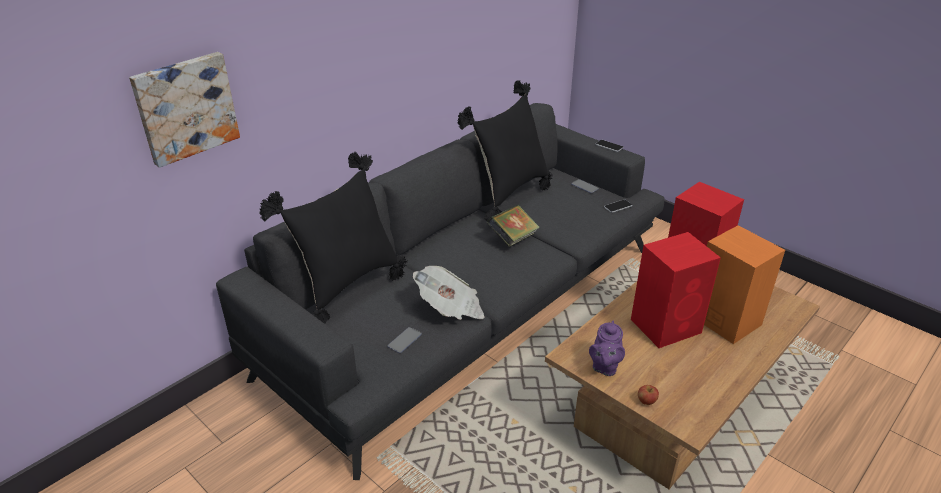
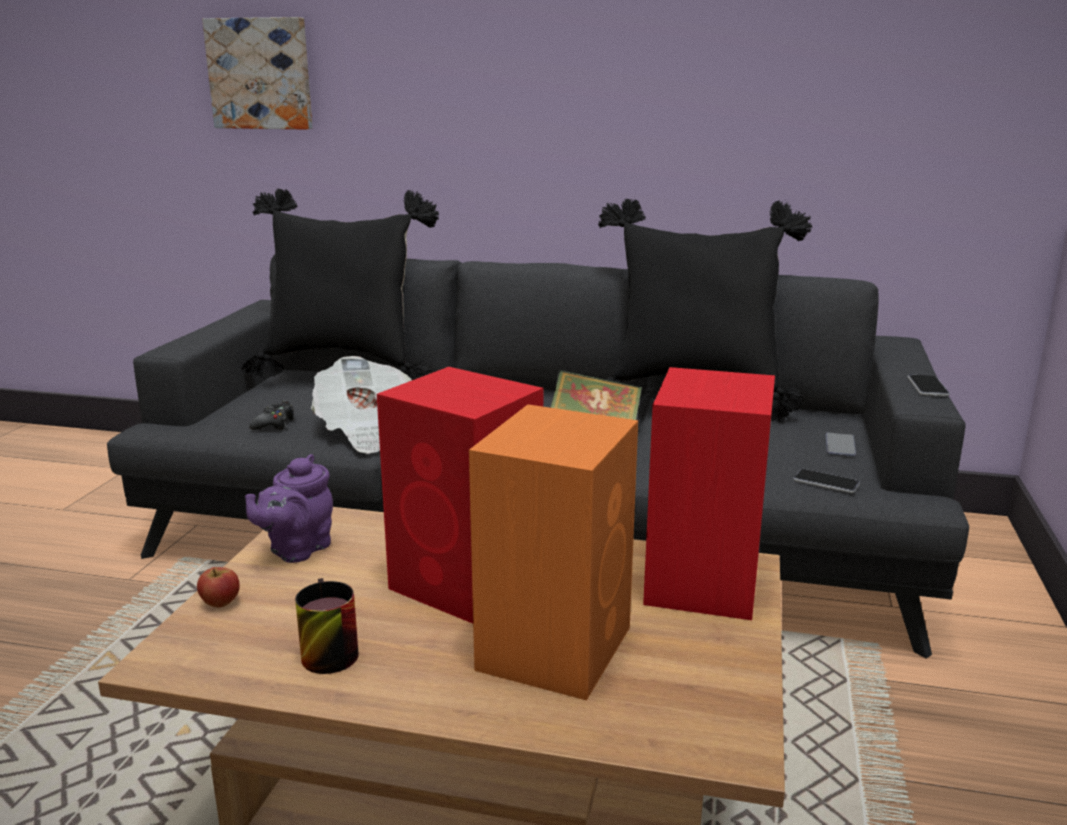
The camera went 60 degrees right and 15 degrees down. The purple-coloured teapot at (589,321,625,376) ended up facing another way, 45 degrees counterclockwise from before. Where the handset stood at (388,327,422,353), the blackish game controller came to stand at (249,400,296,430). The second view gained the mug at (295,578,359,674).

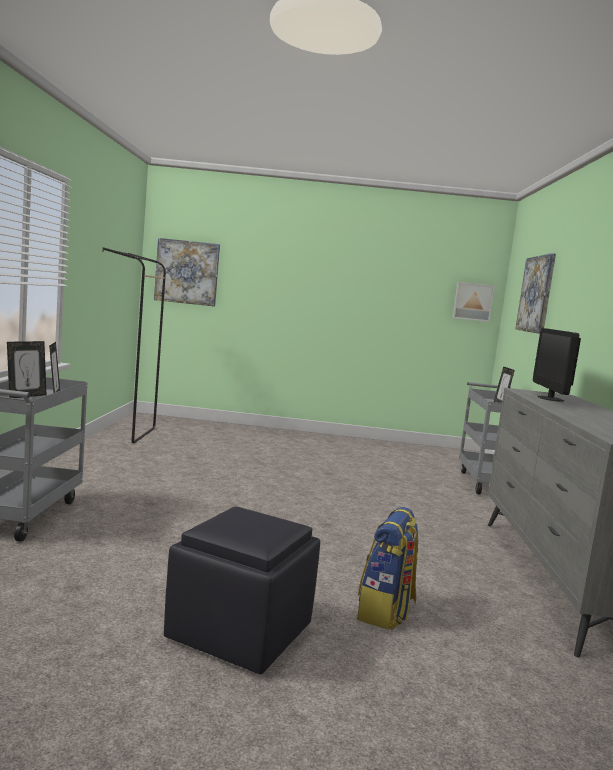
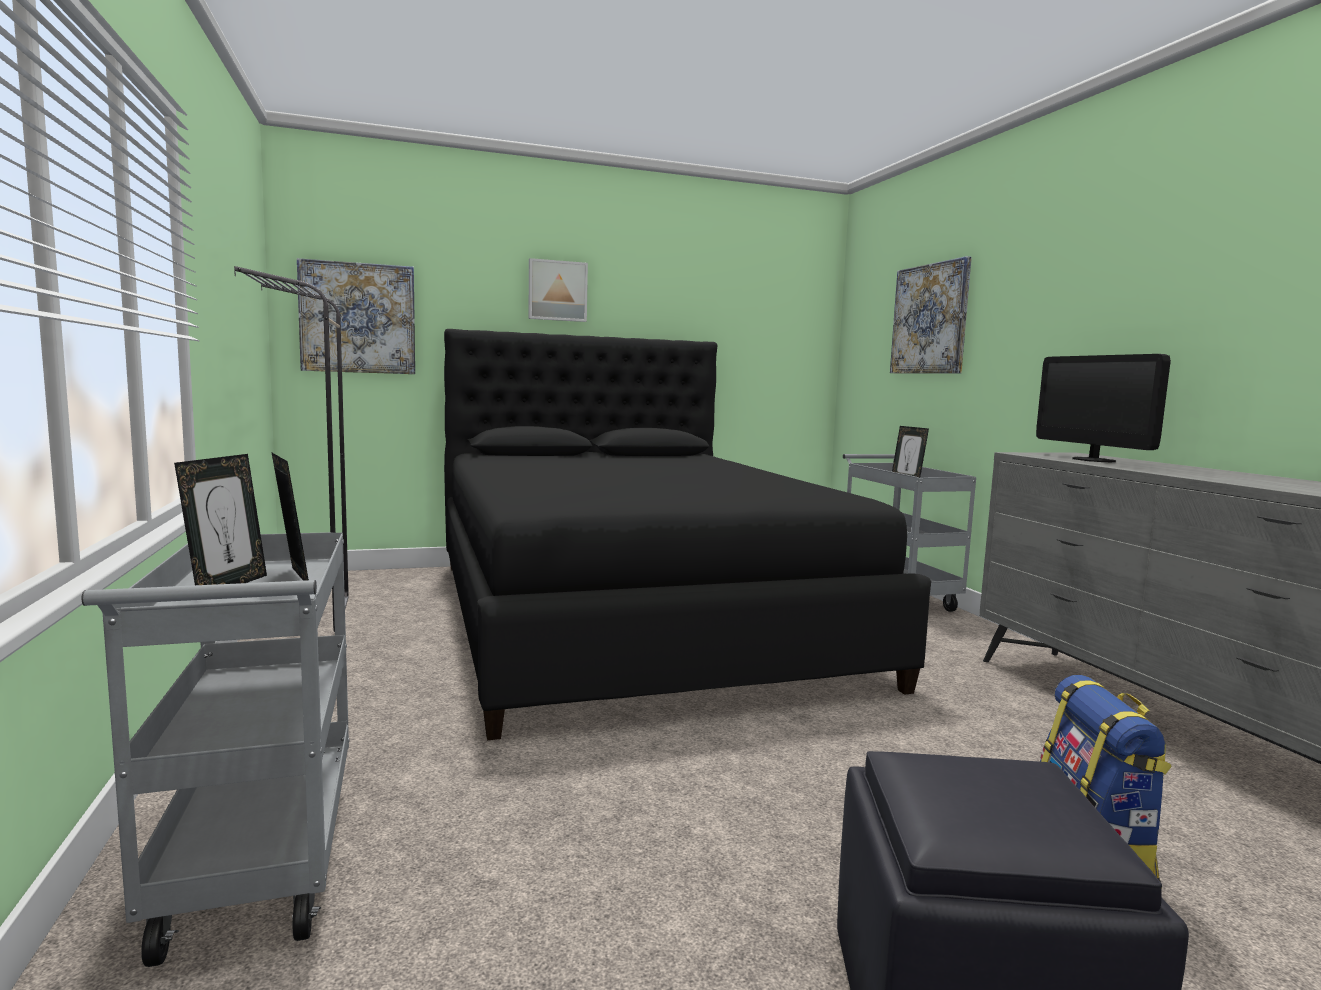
The camera went 20 degrees left and 0 degrees up. The picture ended up elsewhere, having gone from (453,282,495,322) to (528,258,588,322). The second view gained the blackish sleeping bed at (444,329,931,740).

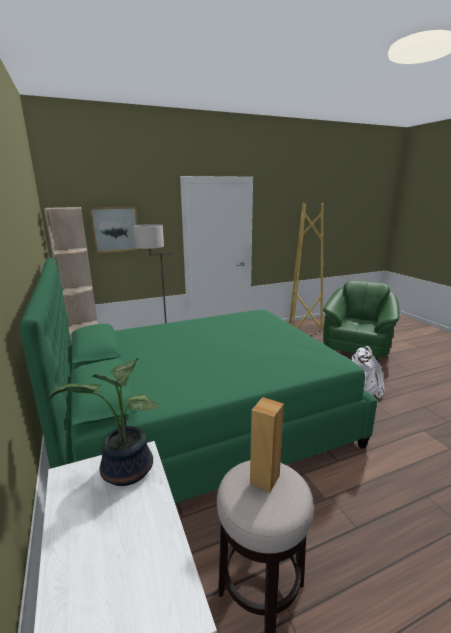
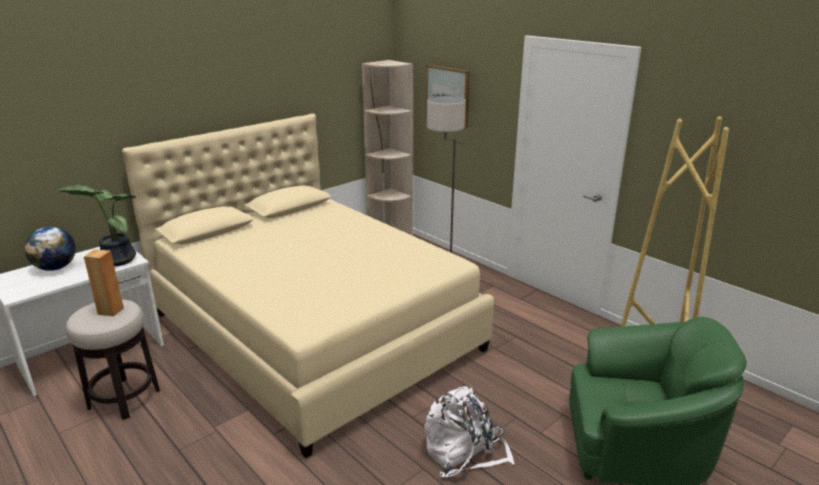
The camera went 70 degrees right and 5 degrees up. What was the green-coloured sleeping bed at (20,258,377,504) turned into the beige-coloured sleeping bed at (122,114,494,458). The second view gained the desk globe at (25,227,76,271).

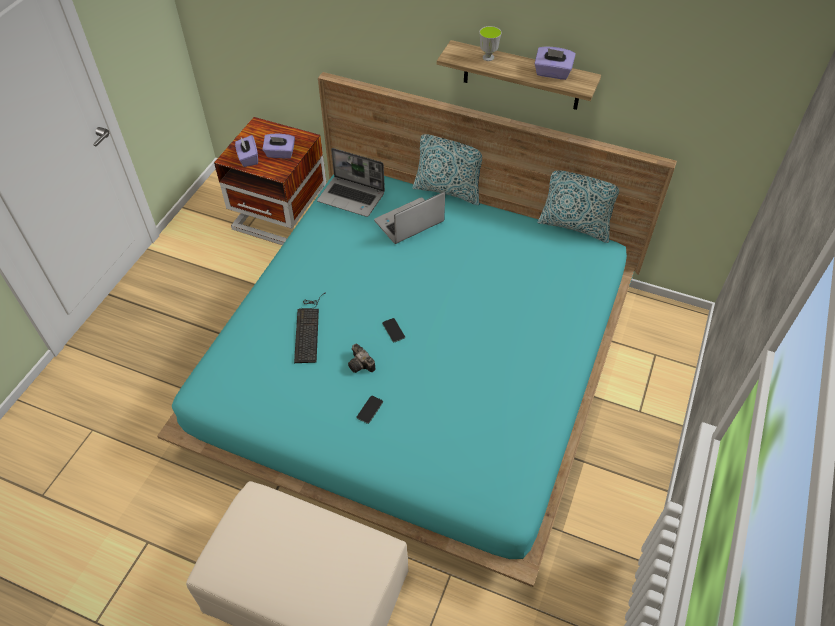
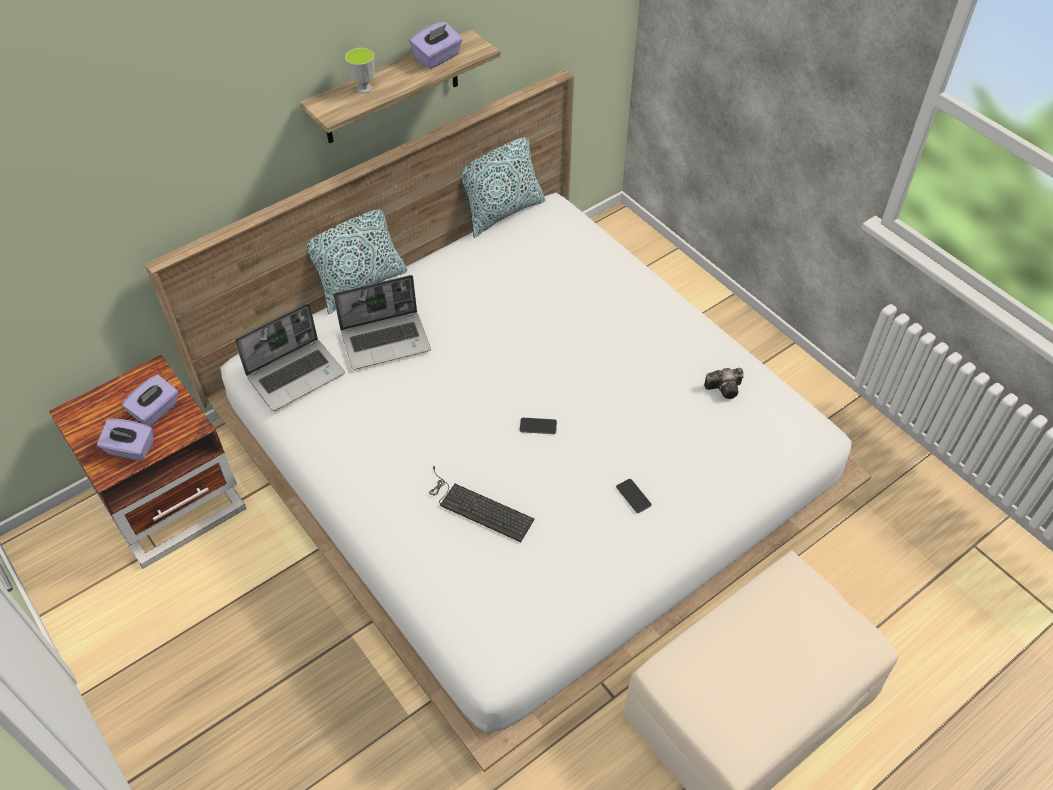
The camera went 60 degrees left and 0 degrees up. What was the blue-green sleeping bed at (157,72,677,587) turned into the white sleeping bed at (145,69,871,772). The portable computer at (374,192,445,244) ended up facing another way, 105 degrees counterclockwise from before. The still camera ended up elsewhere, having gone from (348,343,375,373) to (704,368,744,399).

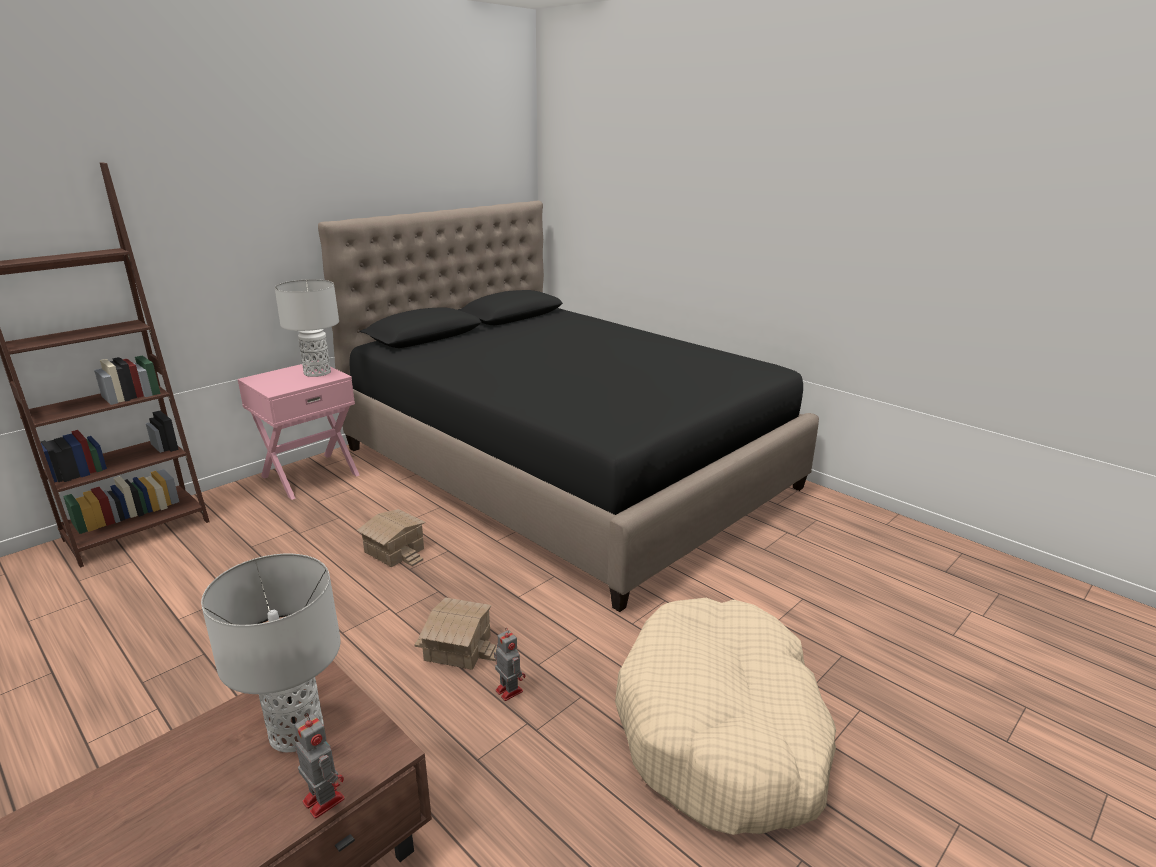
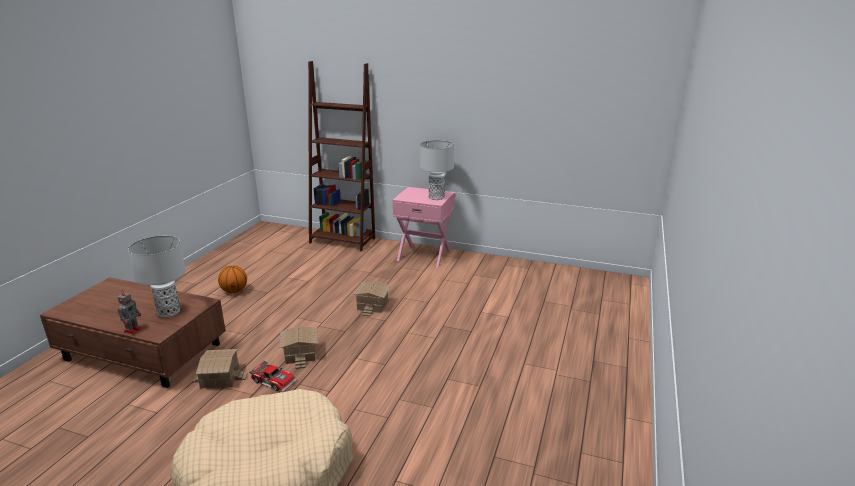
The camera went 65 degrees right and 0 degrees up. The second view lost the blackish sleeping bed at (318,201,819,612). Where the robot figure stood at (494,629,525,701), the miniature car came to stand at (249,361,297,392). The second view gained the ball for basketball at (218,265,247,293). The second view gained the miniature house at (192,349,248,389).

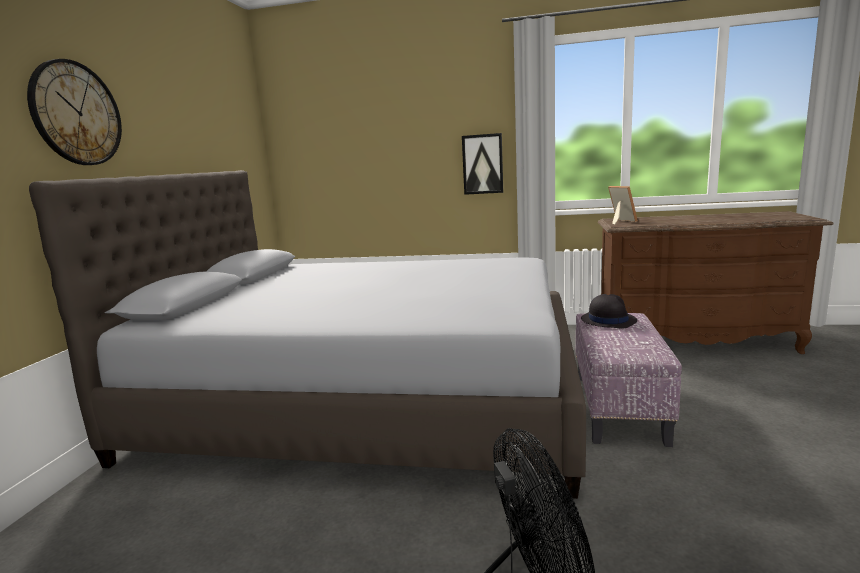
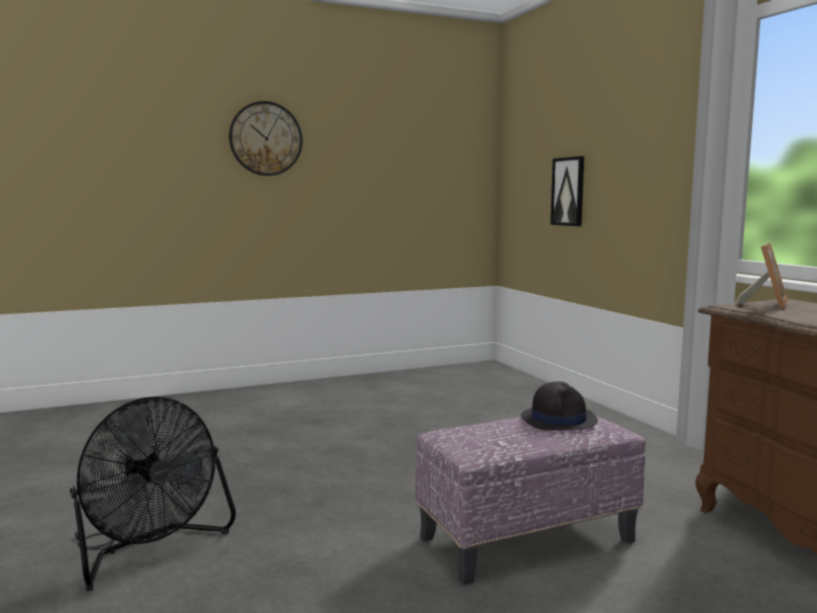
The camera went 55 degrees right and 5 degrees down. The picture ended up elsewhere, having gone from (462,133,503,195) to (550,156,584,226). The second view lost the greyish sleeping bed at (29,170,586,499).

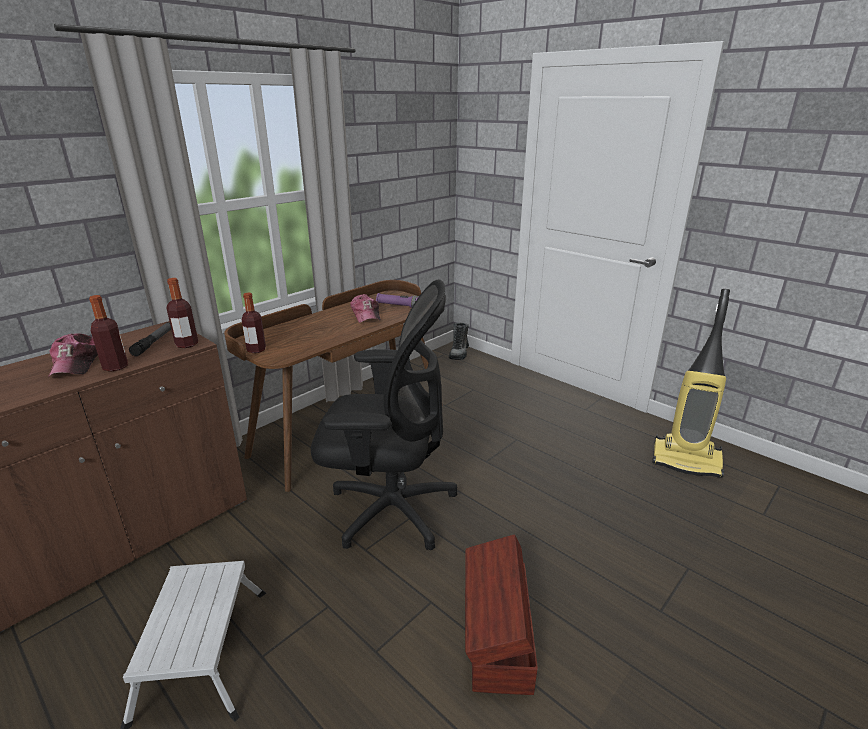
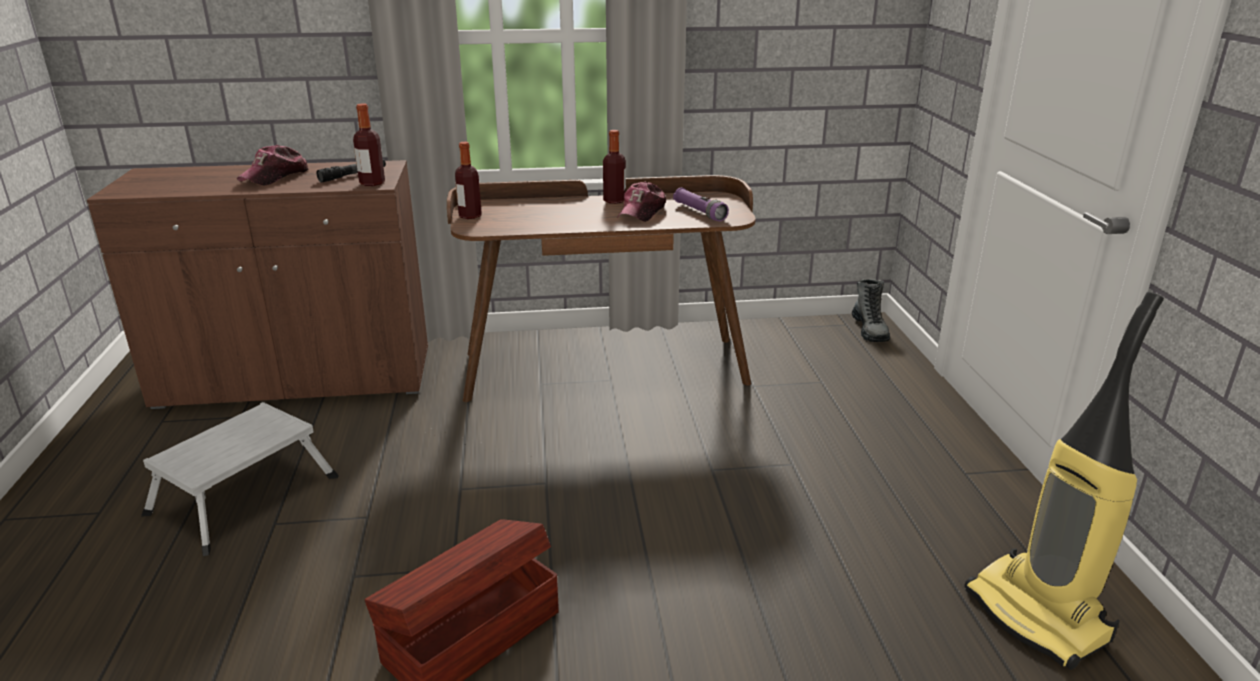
The camera went 40 degrees right and 0 degrees up. The second view lost the blackish desk chair at (311,280,457,550). The beverage bottle ended up elsewhere, having gone from (89,295,128,372) to (603,130,626,204). The boot at (449,323,469,360) ended up facing another way, 60 degrees counterclockwise from before.

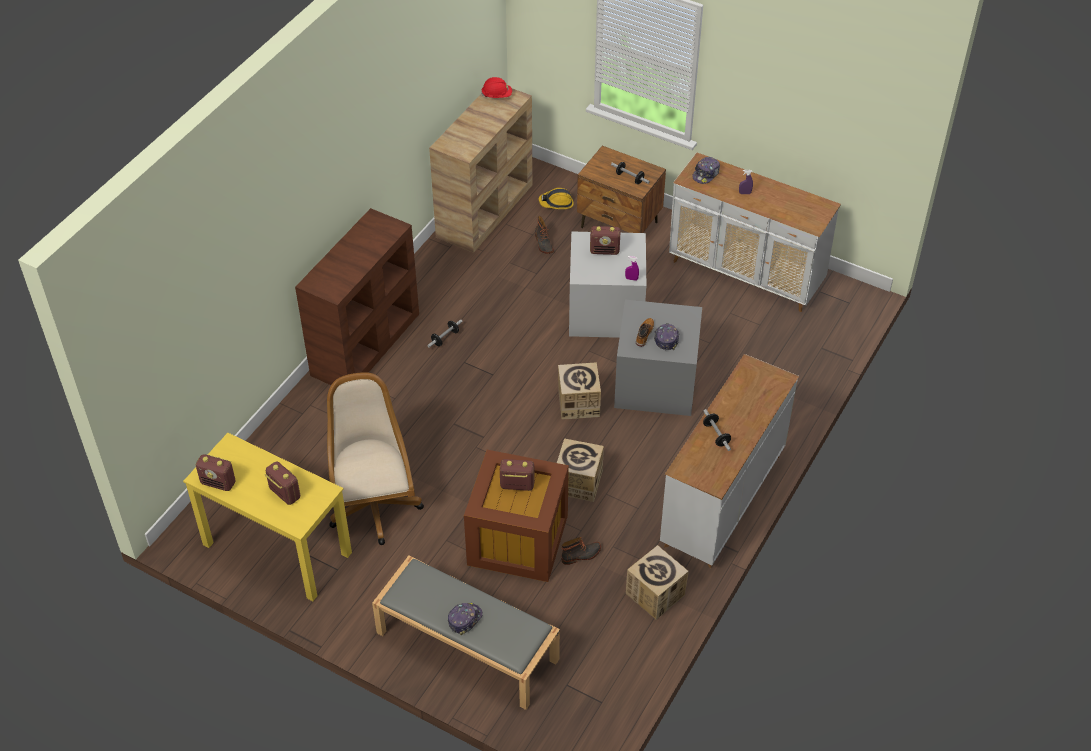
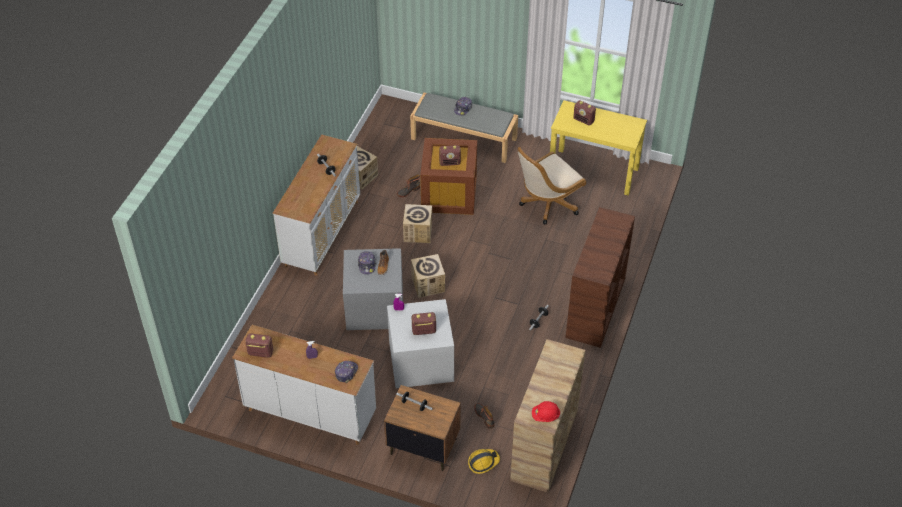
The camera went 170 degrees right and 0 degrees up. The desk chair at (327,372,424,545) ended up facing another way, 75 degrees clockwise from before. The radio receiver ended up elsewhere, having gone from (196,454,235,491) to (245,333,273,358).

